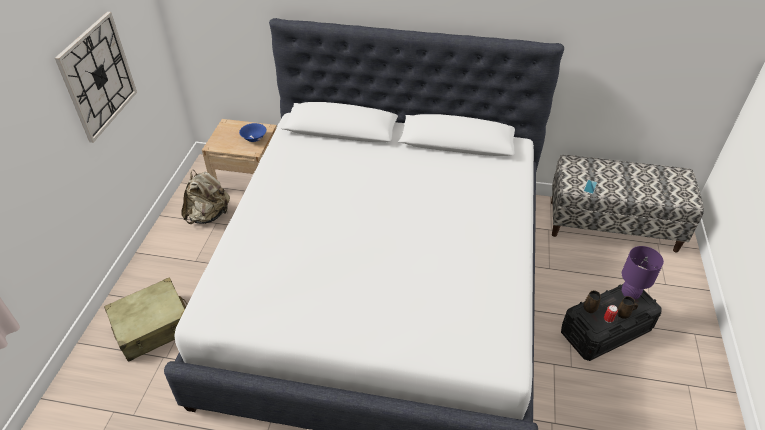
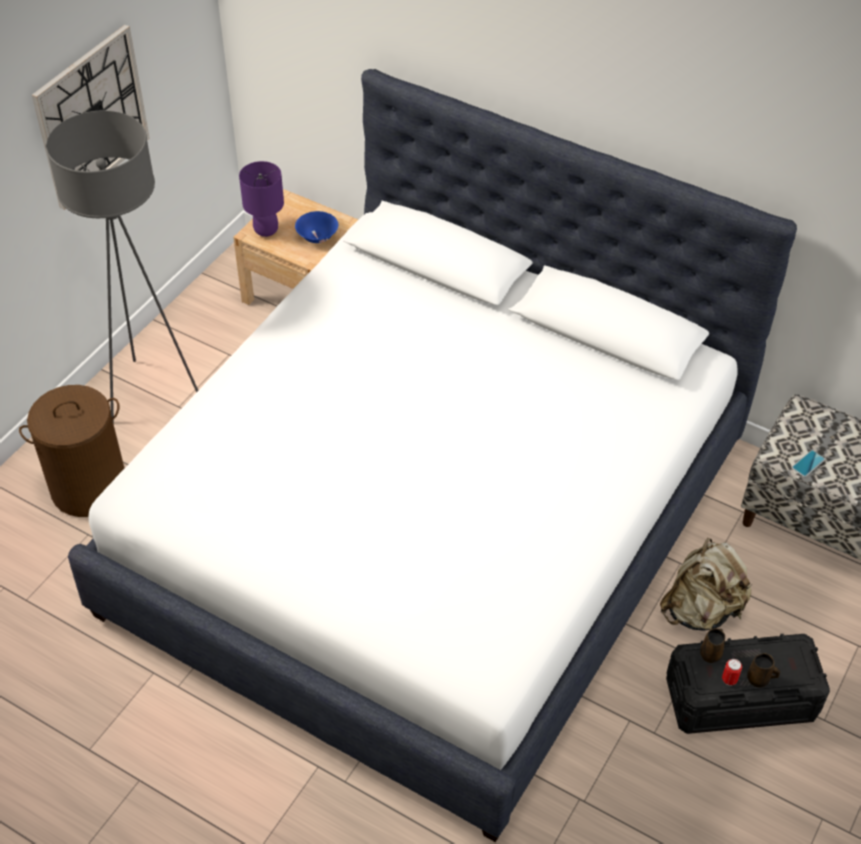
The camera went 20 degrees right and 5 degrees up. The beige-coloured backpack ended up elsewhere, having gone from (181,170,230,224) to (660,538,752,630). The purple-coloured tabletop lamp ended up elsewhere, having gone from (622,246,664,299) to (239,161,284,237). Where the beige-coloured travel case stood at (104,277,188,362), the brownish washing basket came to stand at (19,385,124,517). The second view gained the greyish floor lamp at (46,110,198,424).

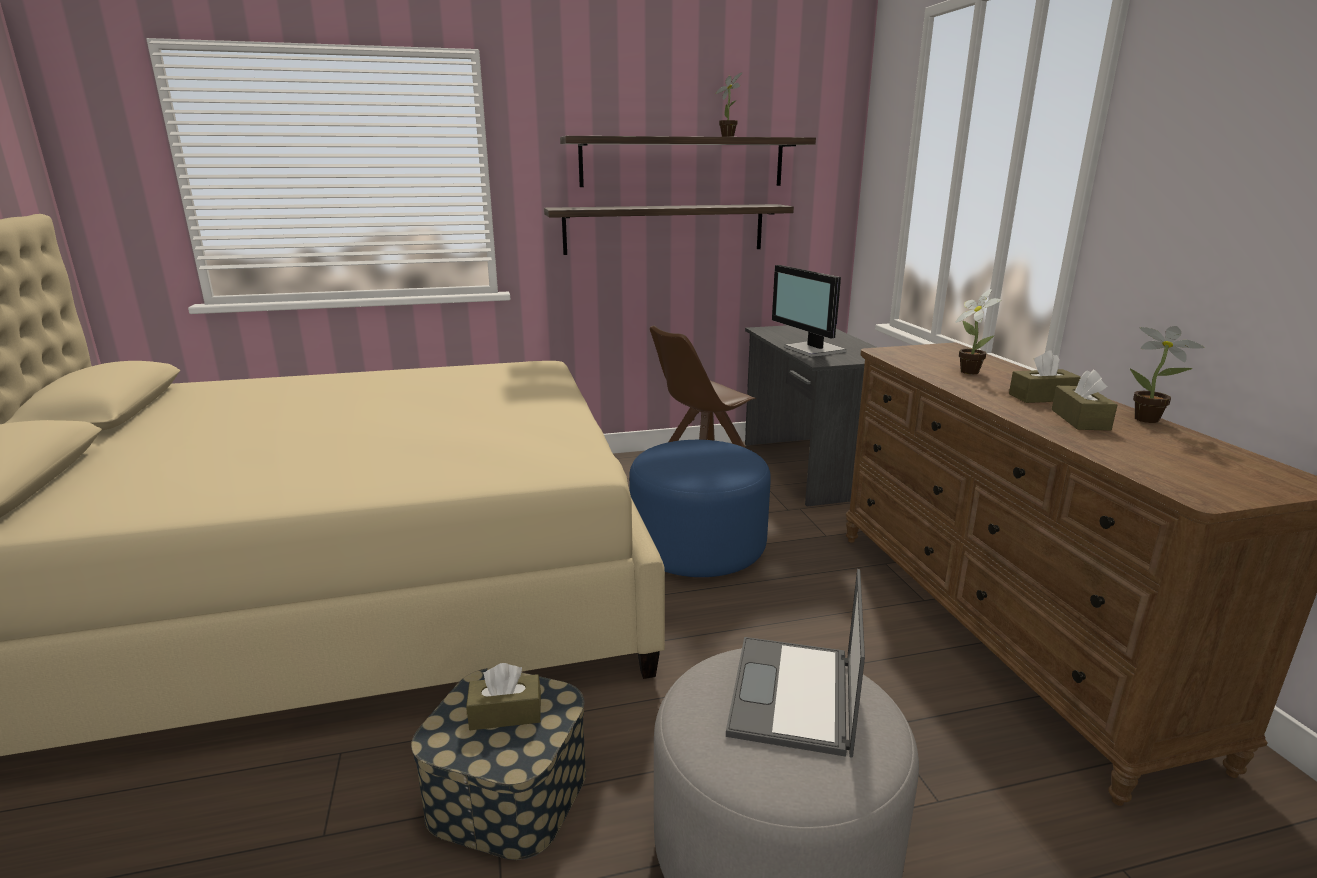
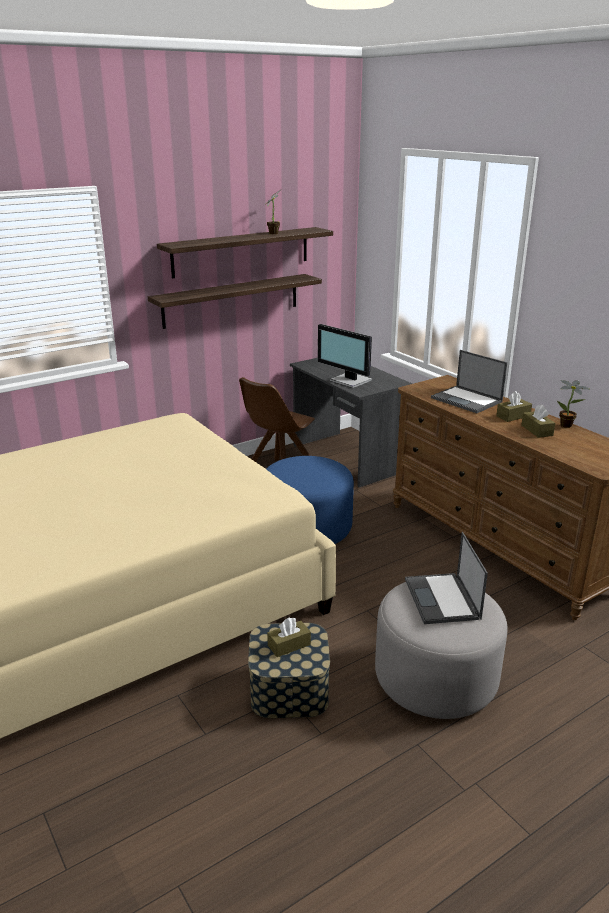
The camera went 20 degrees left and 5 degrees up. Where the houseplant stood at (955,289,1002,374), the portable computer came to stand at (431,350,507,413).

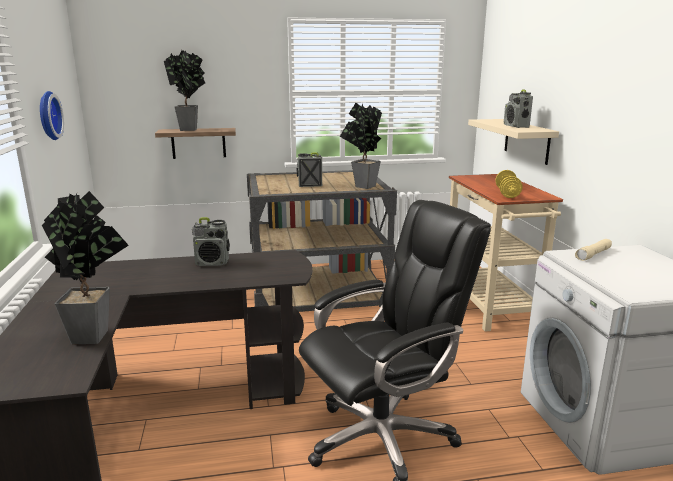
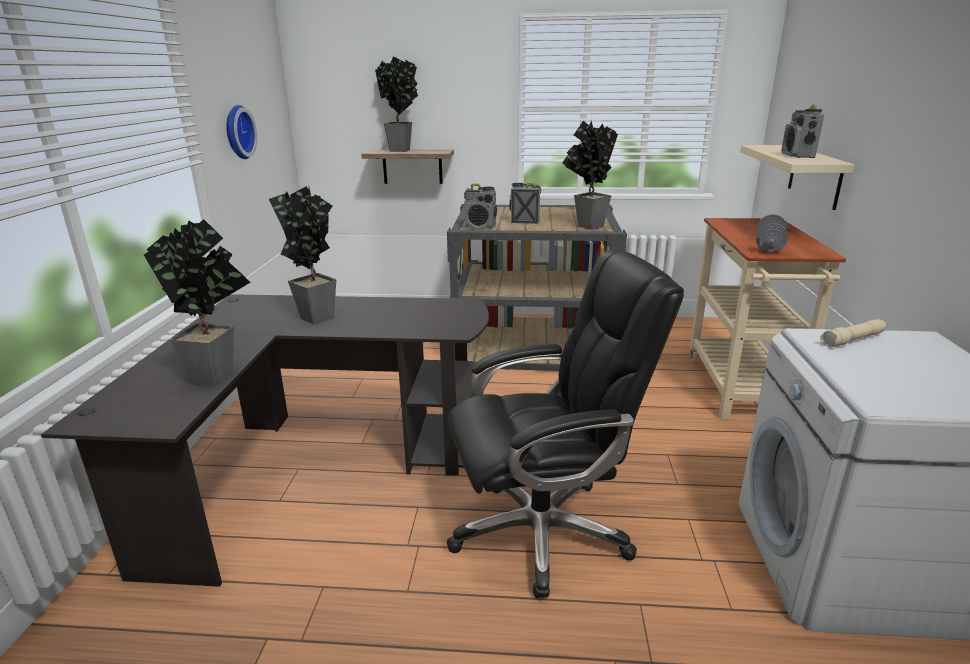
The camera went 15 degrees right and 5 degrees up. What was the yellowish dumbbell at (496,170,522,198) turned into the greyish dumbbell at (756,214,788,252). The radio receiver ended up elsewhere, having gone from (192,217,230,266) to (464,184,497,229). The second view gained the houseplant at (269,186,336,324).

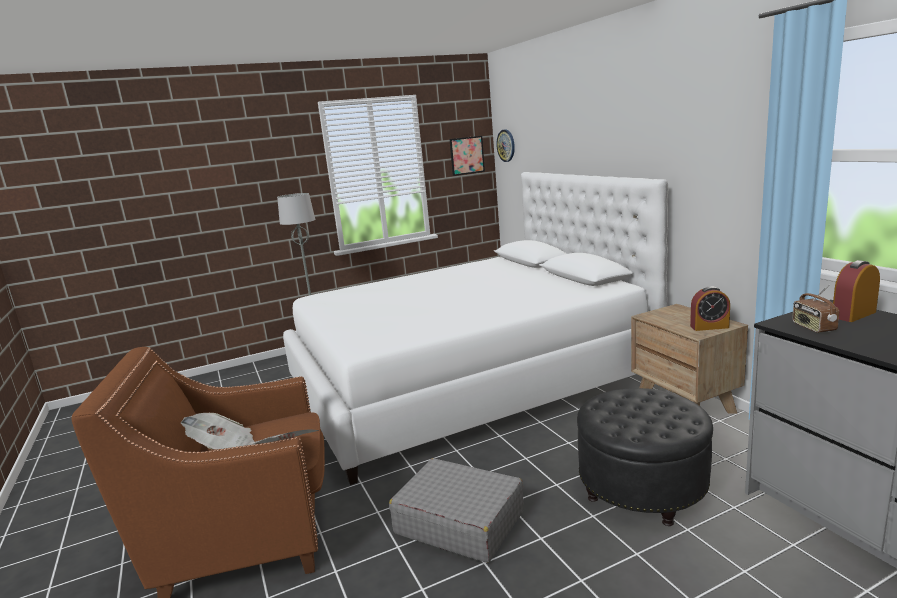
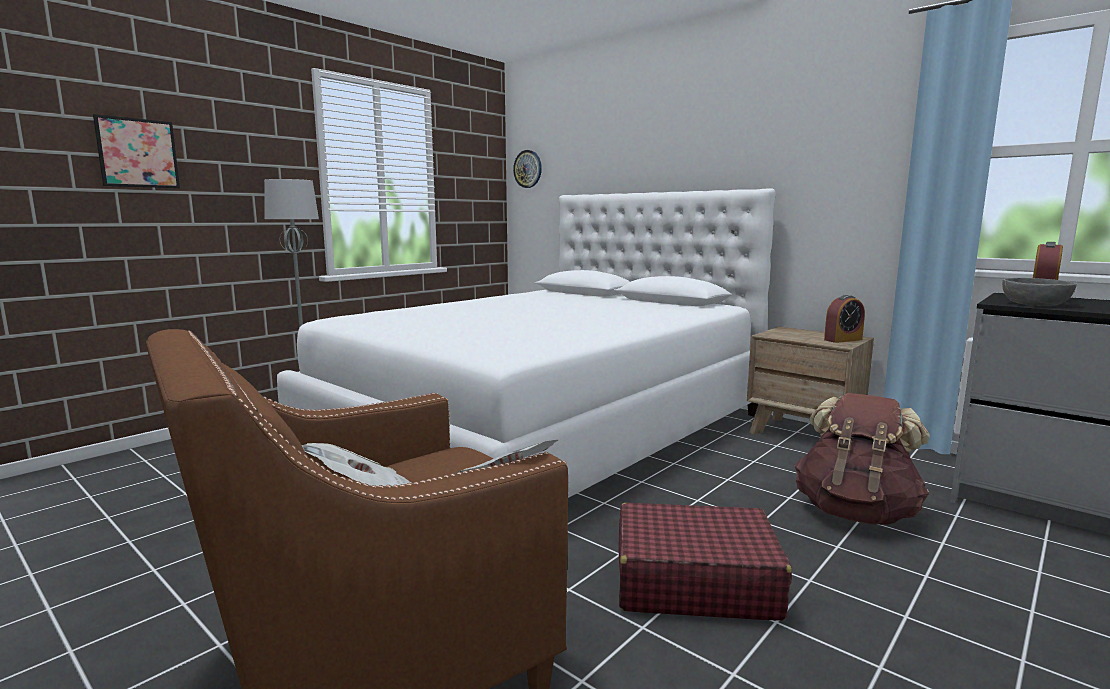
The camera went 25 degrees left and 5 degrees down. The picture ended up elsewhere, having gone from (450,136,485,176) to (93,114,180,188). Where the radio receiver stood at (792,284,839,333), the greyish serving bowl came to stand at (1002,278,1077,306). Where the blackish ottoman stood at (577,388,713,526), the brownish backpack came to stand at (795,393,929,525). What was the greyish travel case at (389,458,524,563) turned into the reddish travel case at (619,503,792,621).

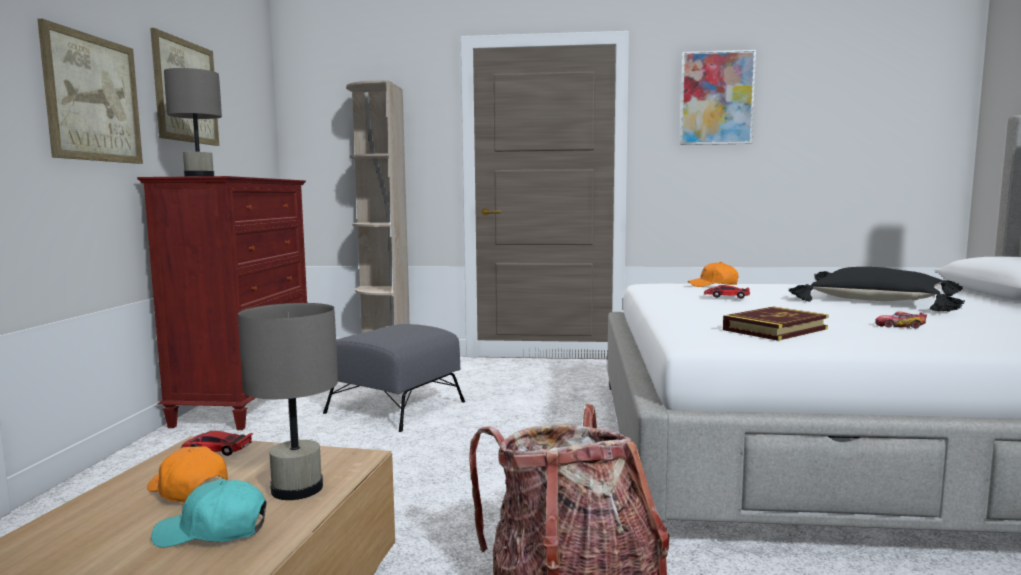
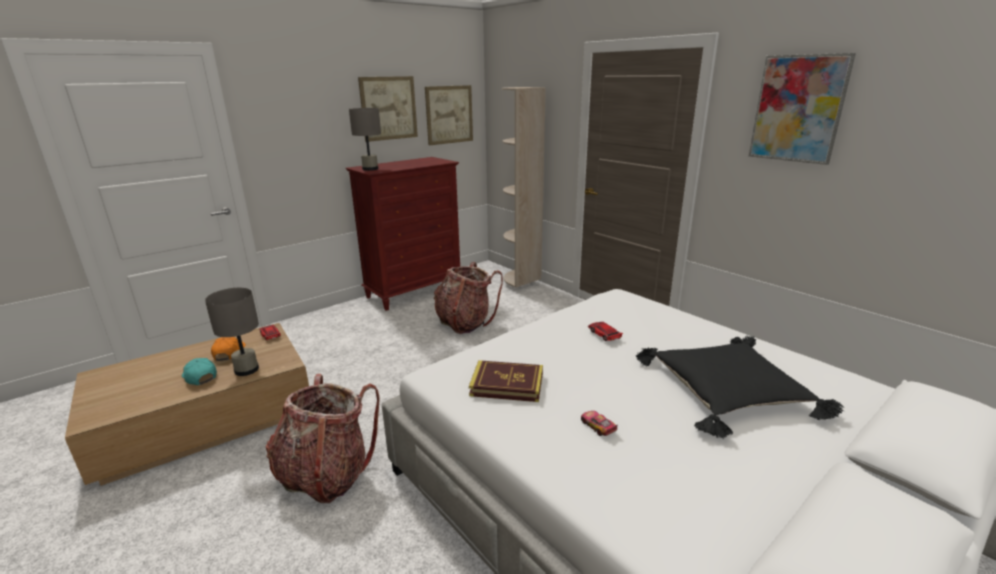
The camera went 45 degrees right and 15 degrees up. The picture ended up elsewhere, having gone from (38,19,143,164) to (425,85,473,145). The second view lost the orange baseball cap at (688,262,739,287). Where the greyish ottoman stood at (323,324,465,432), the backpack came to stand at (434,262,503,334).

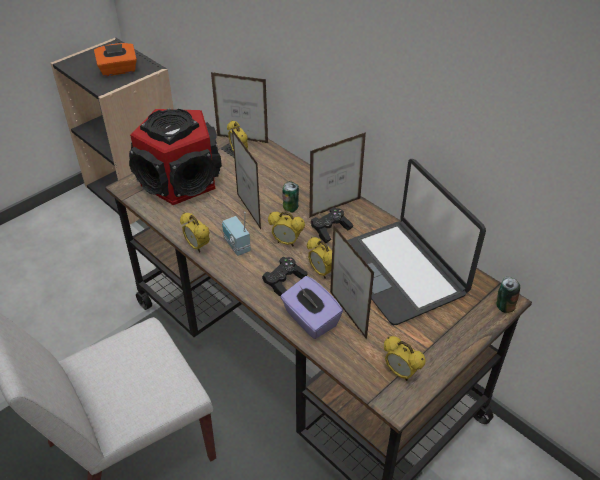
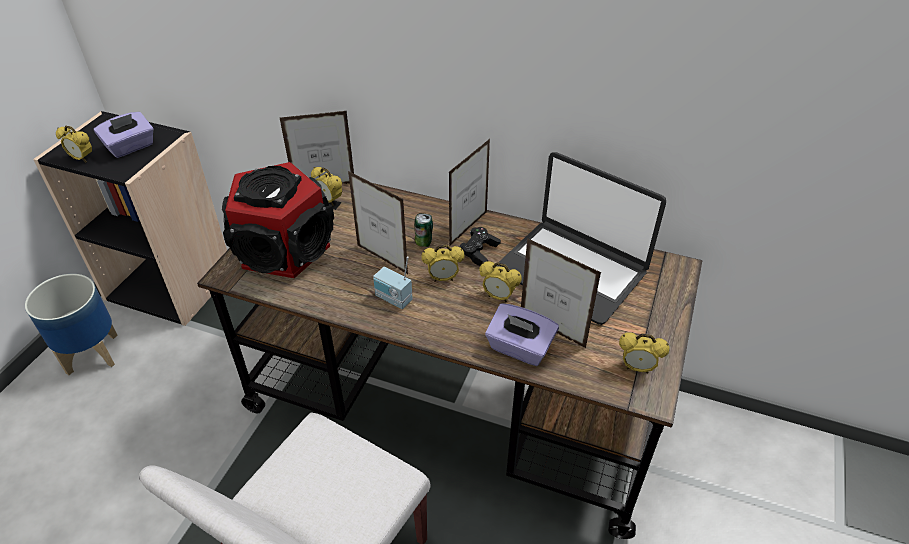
The camera went 25 degrees left and 0 degrees up. What was the orange box of tissues at (94,43,137,76) turned into the purple-coloured box of tissues at (94,112,154,158). The table clock ended up elsewhere, having gone from (180,212,210,252) to (56,126,92,162). The second view lost the blackish game controller at (262,257,307,297). The second view lost the metal can at (496,277,520,313). The second view gained the plant pot at (25,274,118,375).

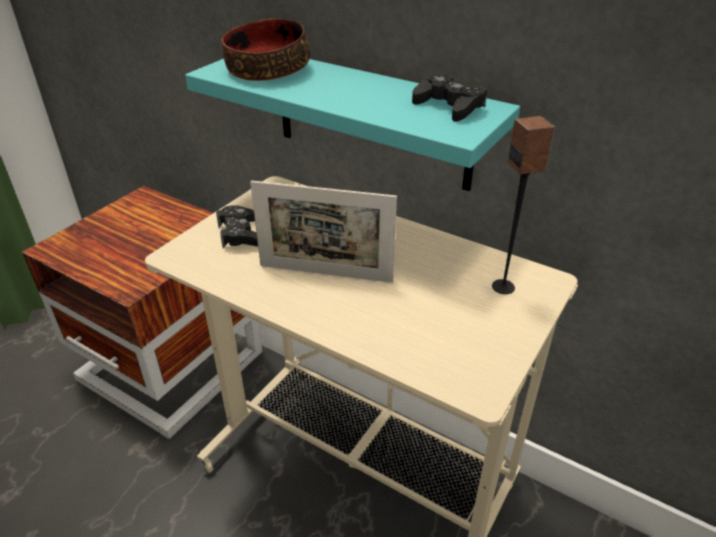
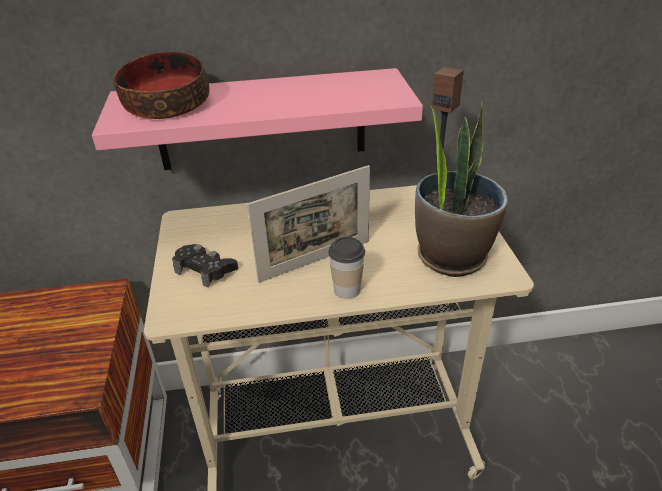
The camera went 40 degrees left and 0 degrees up. What was the blue-green bracket shelf at (185,59,520,191) turned into the pink-coloured bracket shelf at (92,68,423,170). The second view lost the blackish game controller at (412,74,487,122). The second view gained the houseplant at (415,102,508,277). The second view gained the drinking cup at (328,237,365,299).

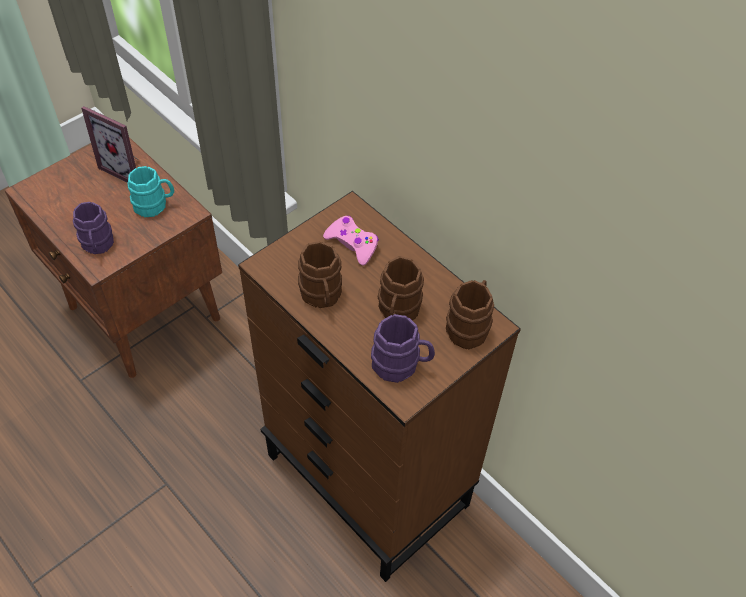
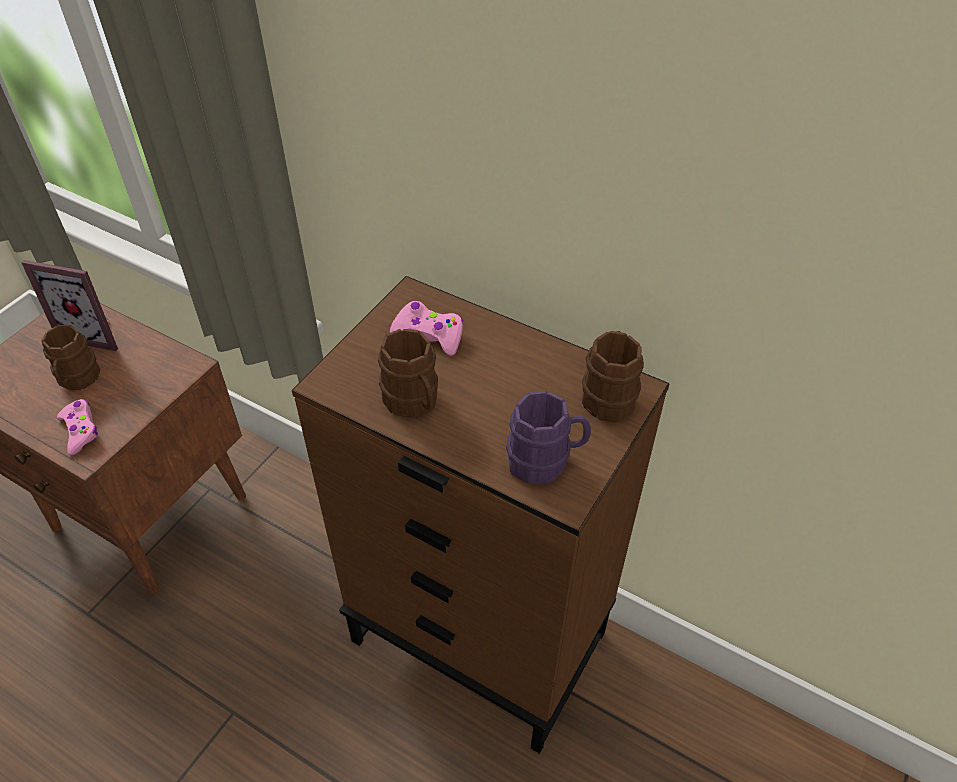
The camera went 15 degrees left and 5 degrees down. The second view lost the blue-green mug at (127,166,174,217). Where the purple-coloured mug stood at (73,202,114,254), the pink-coloured game controller came to stand at (57,399,98,455). The brownish mug ended up elsewhere, having gone from (378,256,424,320) to (42,325,100,390).

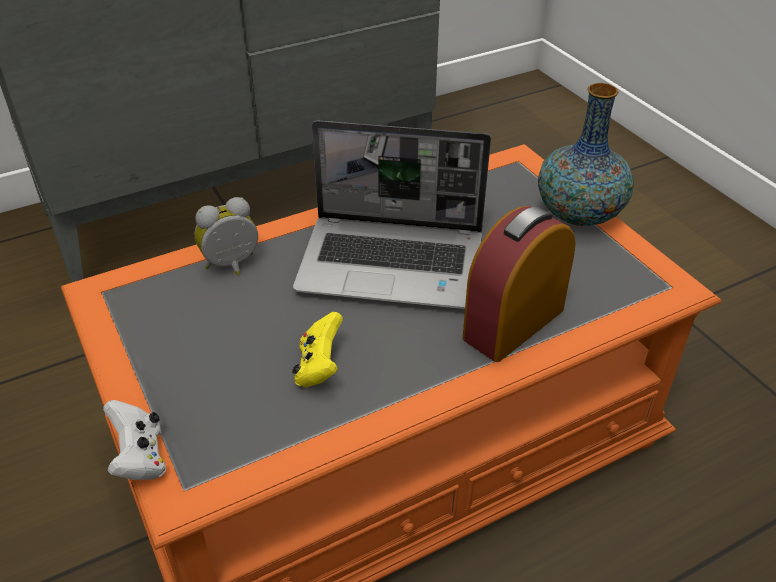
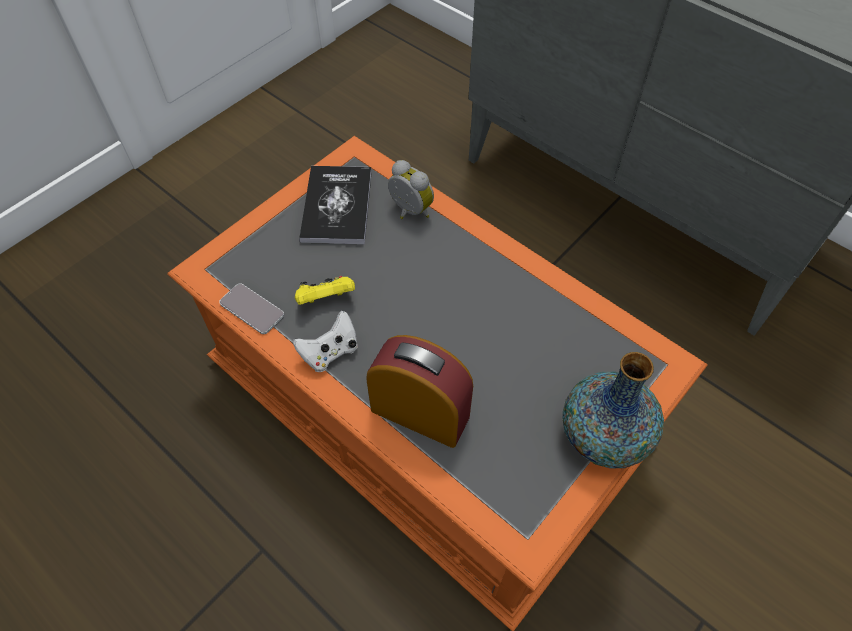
The camera went 70 degrees right and 15 degrees up. The second view lost the portable computer at (293,120,491,309). The white game controller ended up elsewhere, having gone from (103,400,166,480) to (293,311,358,372). The second view gained the book at (299,166,372,244). The second view gained the handset at (219,283,284,334).

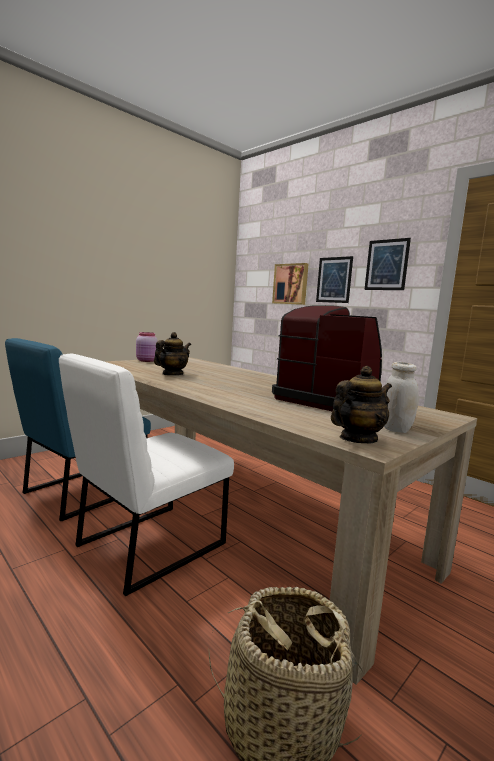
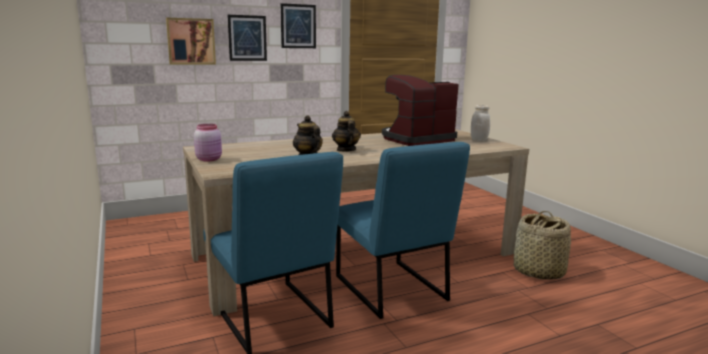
The camera went 70 degrees left and 5 degrees up. What was the white chair at (59,354,234,596) turned into the bluish chair at (336,142,470,319). The teapot ended up elsewhere, having gone from (331,366,392,443) to (332,111,361,152).

